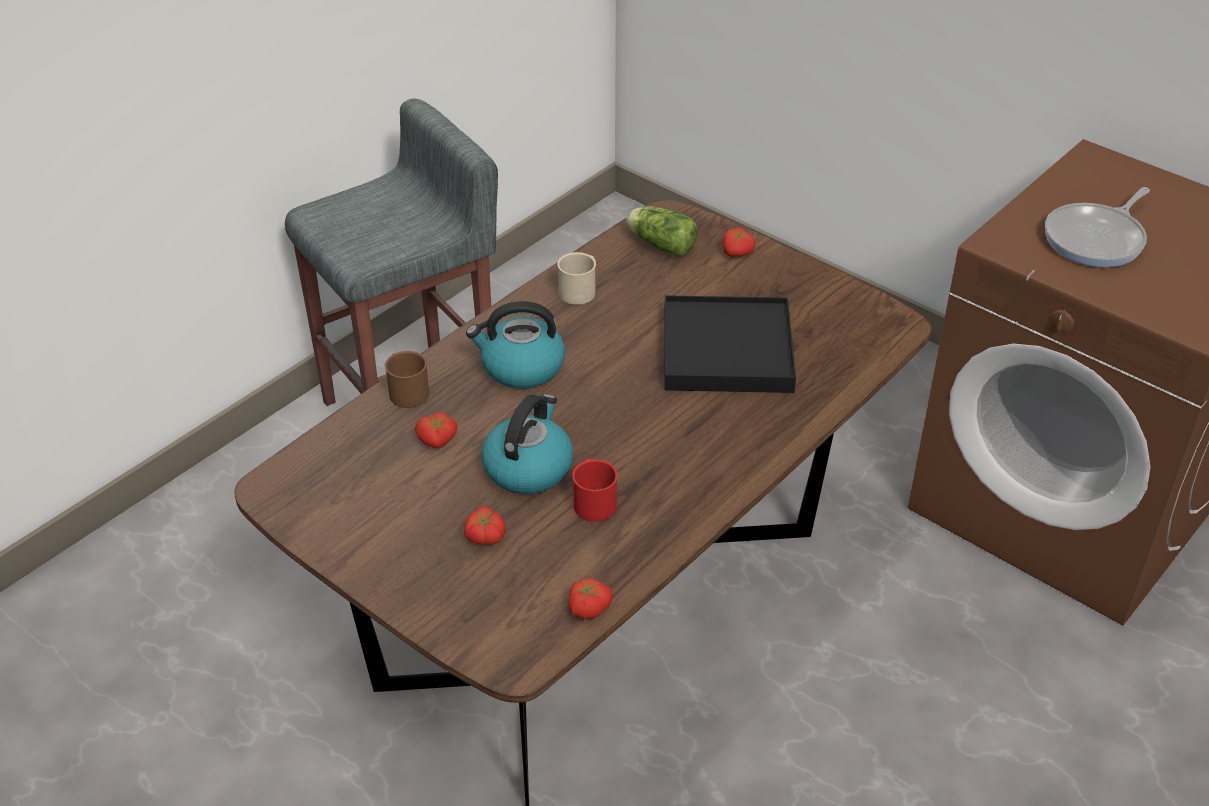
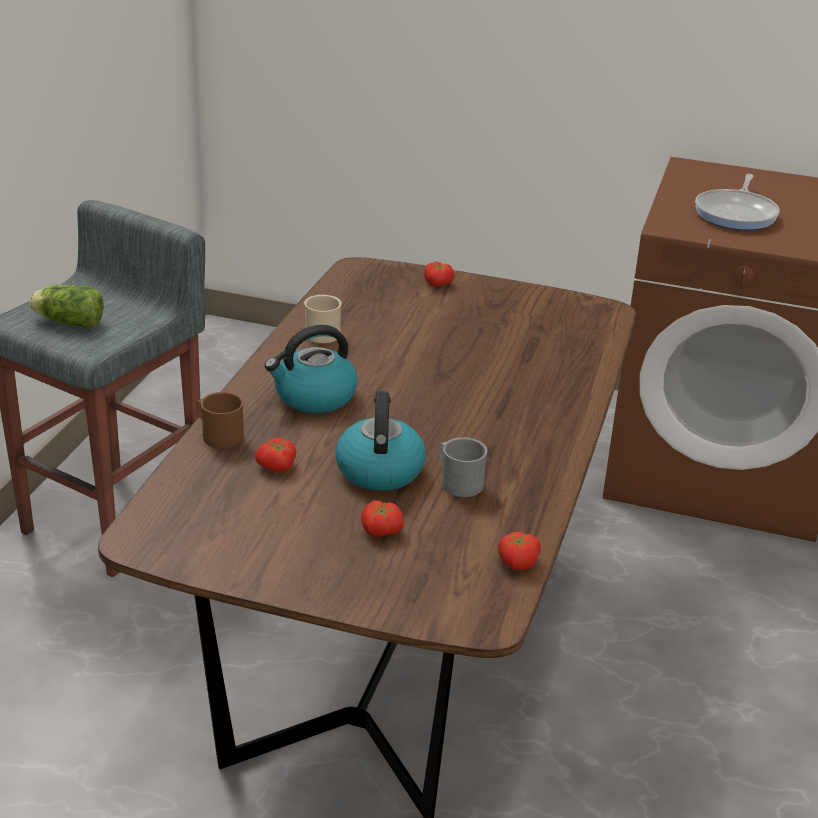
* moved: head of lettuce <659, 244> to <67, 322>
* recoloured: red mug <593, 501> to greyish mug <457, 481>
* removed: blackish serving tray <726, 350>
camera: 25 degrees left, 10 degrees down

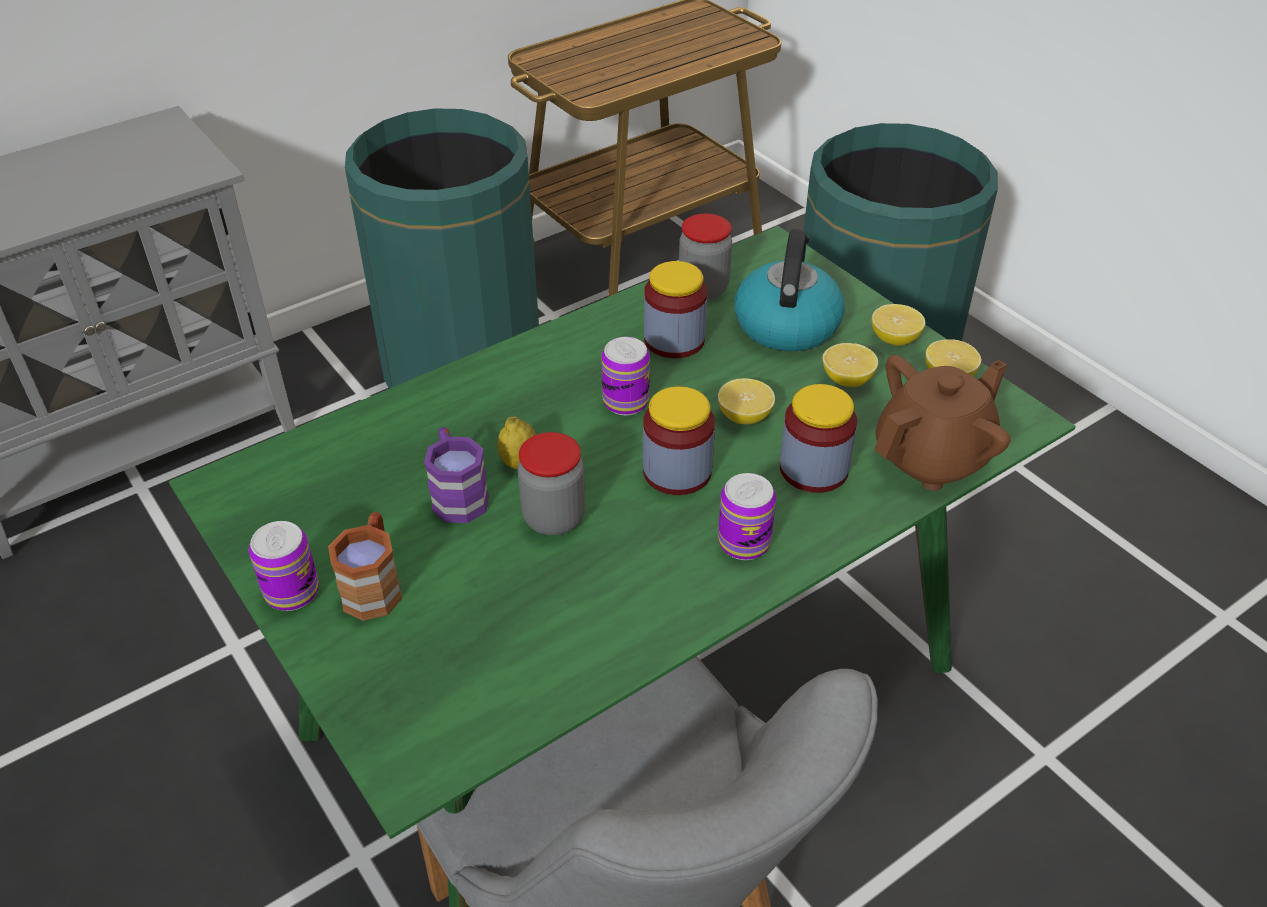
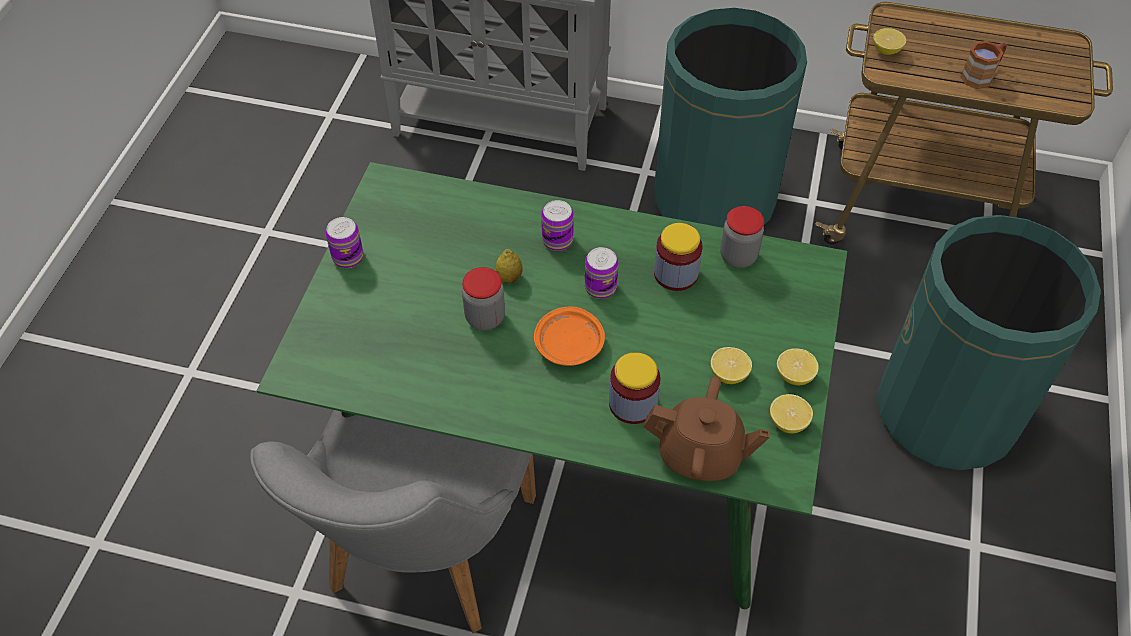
* replaced: storage jar <677, 471> to orangey dinner plate <569, 345>
* moved: sealed can <744, 543> to <557, 240>
* moved: whole lemon <744, 417> to <886, 50>
* moved: brown-coloured mug <374, 585> to <981, 75>
* removed: purplish mug <457, 494>
* removed: kettle <786, 324>
camera: 50 degrees right, 10 degrees up

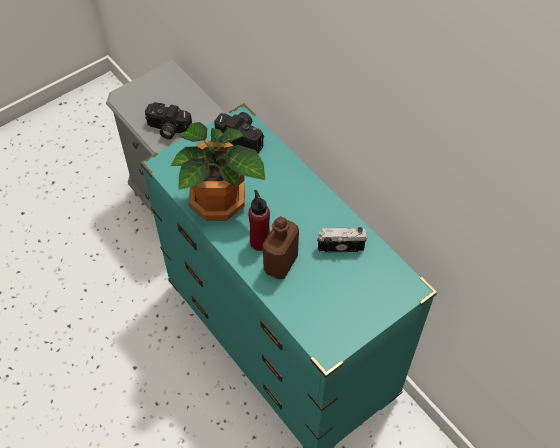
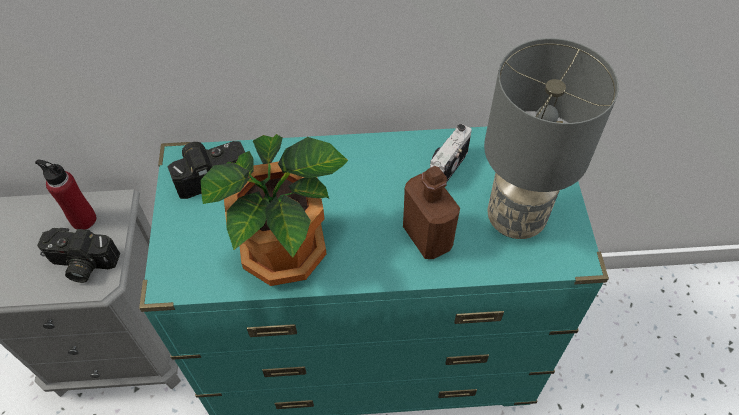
* moved: red beverage bottle <260, 242> to <83, 219>
* turned: photo camera <167, 129> = <81, 264> 45 degrees clockwise
* added: greyish table lamp <517, 218>
camera: 55 degrees left, 0 degrees up

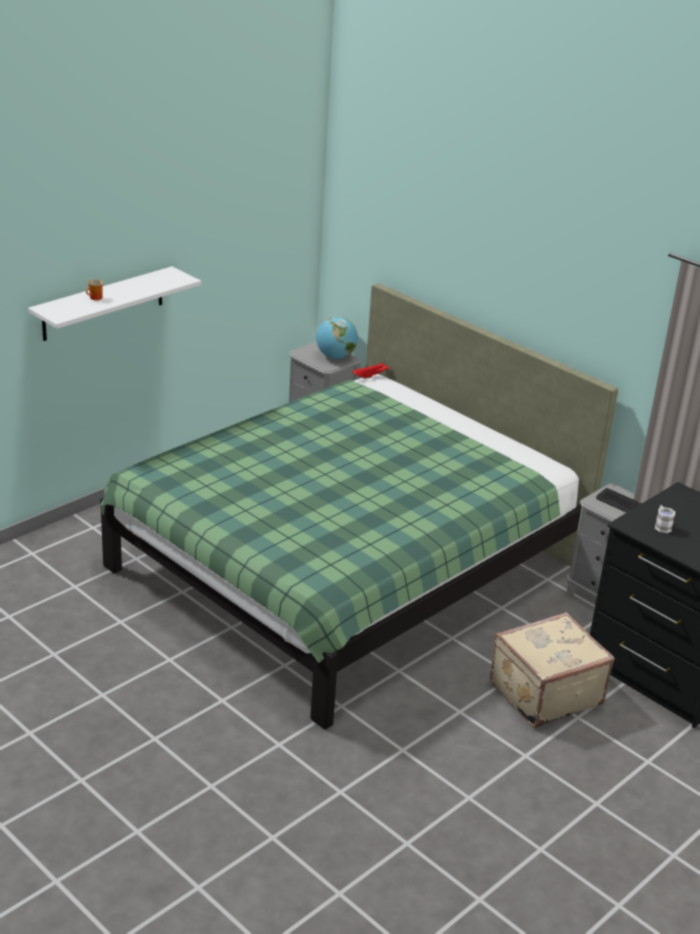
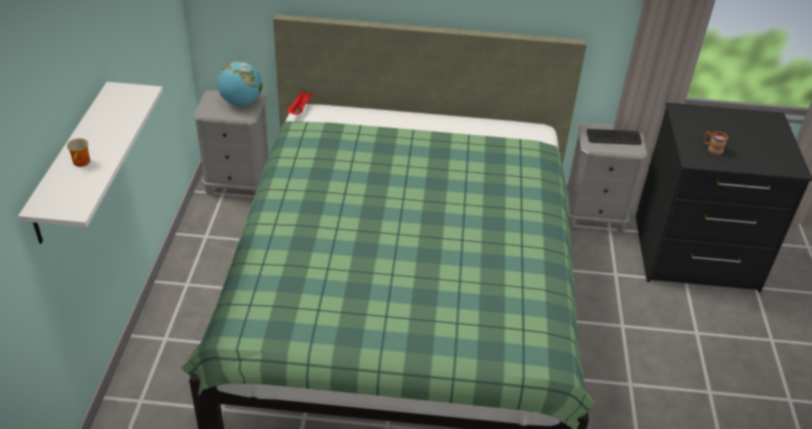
* recoloured: white-coloured mug <661, 526> to brown-coloured mug <712, 148>
* removed: beige-coloured piece of luggage <544, 693>
camera: 40 degrees left, 10 degrees up

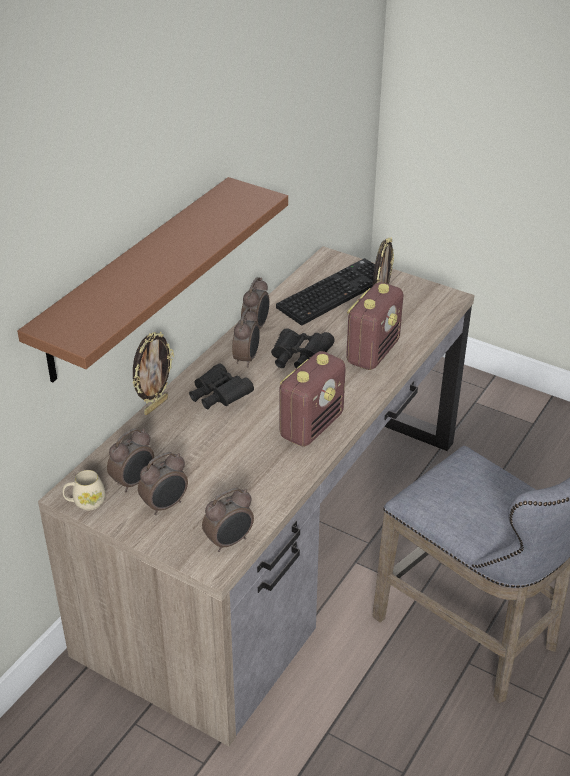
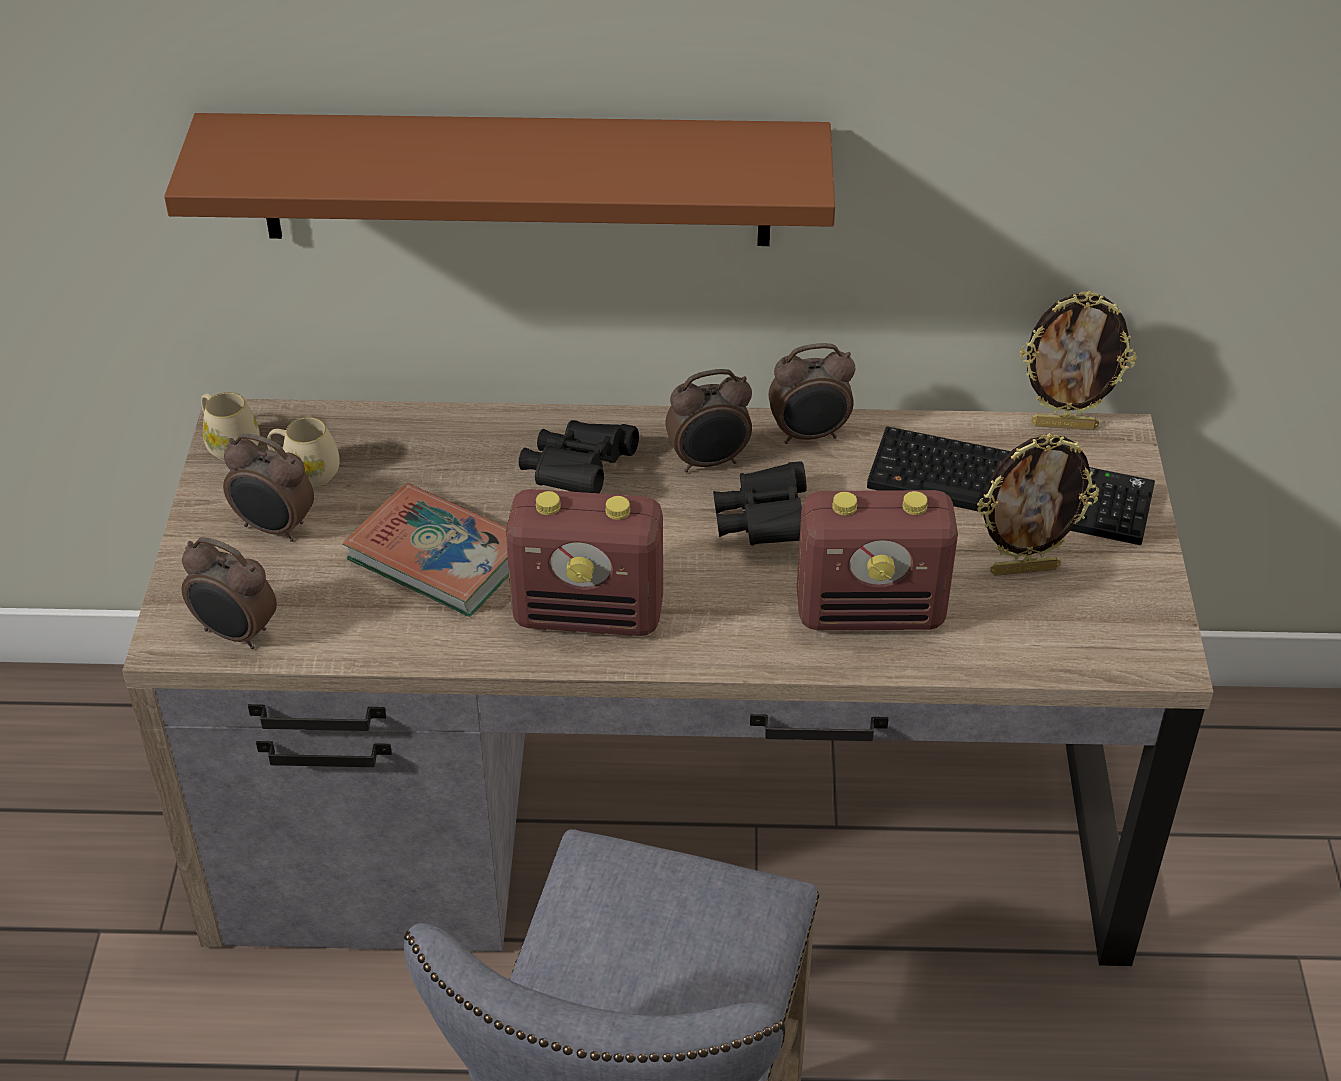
* replaced: bedside clock <134, 482> to beige-coloured mug <306, 472>
* added: bound book <439, 557>
* moved: photo frame <155, 406> to <1064, 425>
camera: 60 degrees right, 5 degrees up

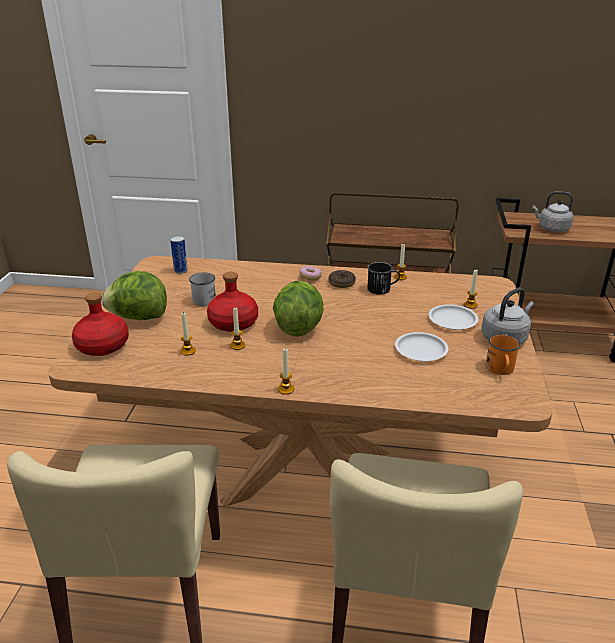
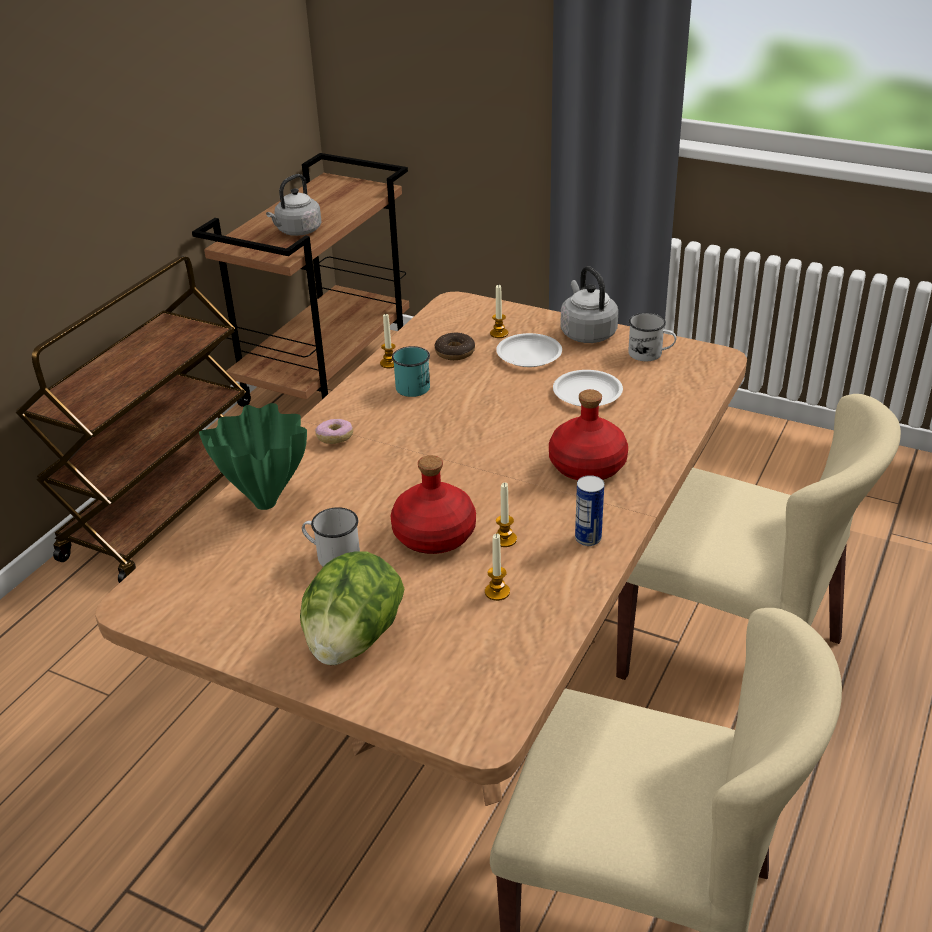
* added: green decorative vase <267, 503>
* recoloured: blackish mug <382, 289> to turquoise mug <415, 385>
* moved: ring doughnut <341, 283> to <455, 352>
* moved: red beverage bottle <102, 346> to <586, 466>
* moved: sealed can <181, 271> to <588, 538>
* recoloured: orangey mug <500, 370> to white-coloured mug <650, 354>
* removed: head of lettuce <298, 327>
* removed: candle <286, 389>
camera: 70 degrees left, 5 degrees up

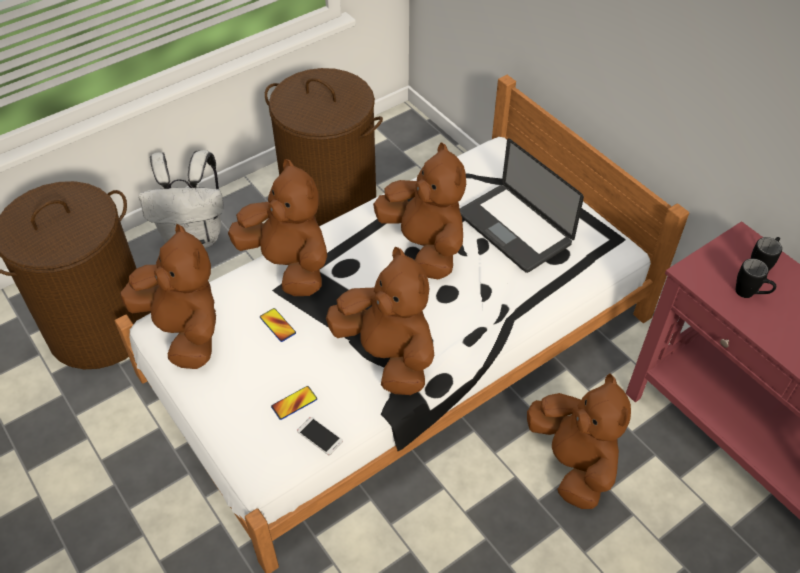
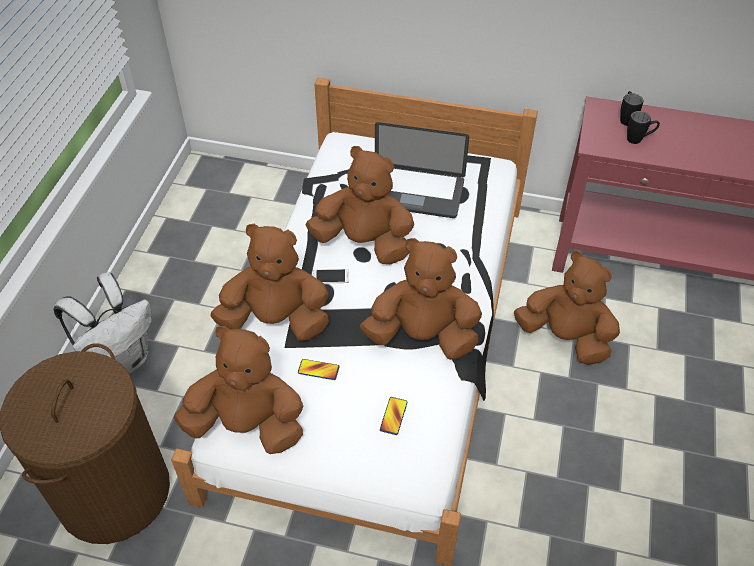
* moved: phone <319, 436> to <330, 276>
* removed: brown-coloured washing basket <331, 208>
camera: 40 degrees left, 0 degrees up

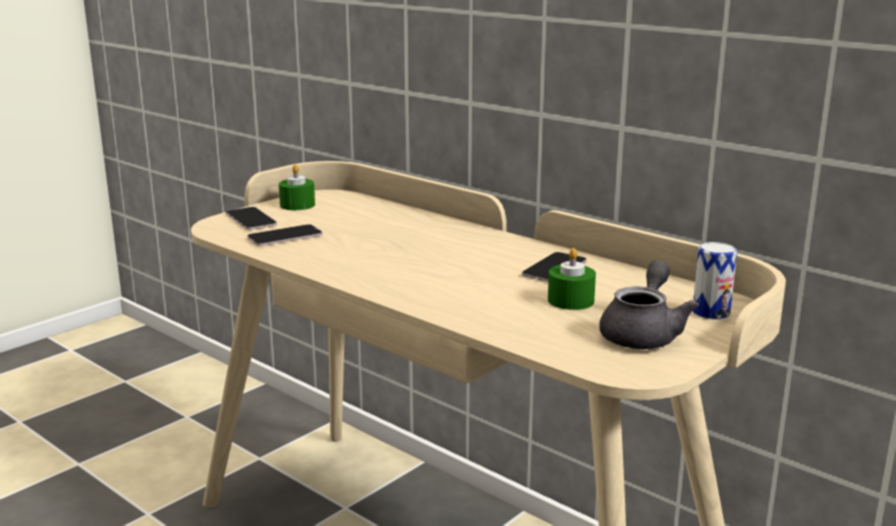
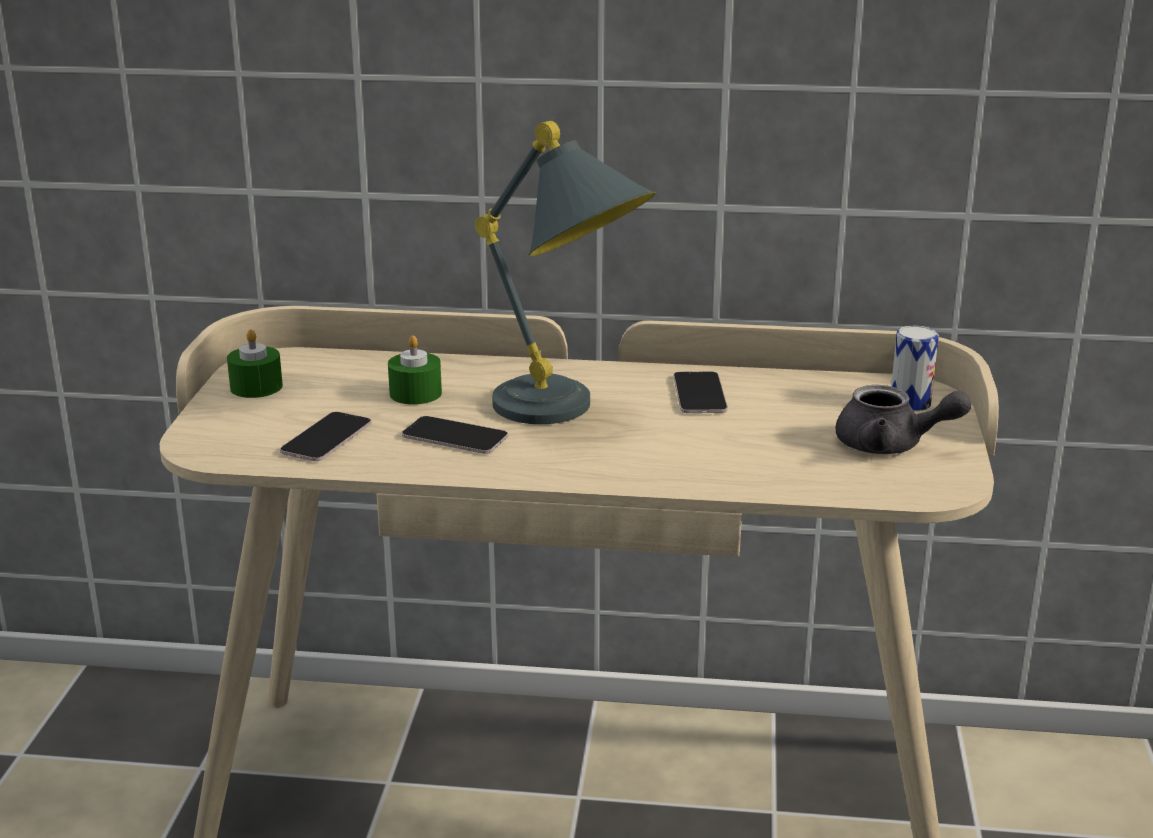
* moved: green candle <570, 300> to <415, 393>
* moved: phone <251, 219> to <455, 437>
* added: greyish table lamp <569, 414>
* turned: greyish teapot <643, 333> = <891, 445> 120 degrees clockwise
camera: 35 degrees left, 5 degrees up

